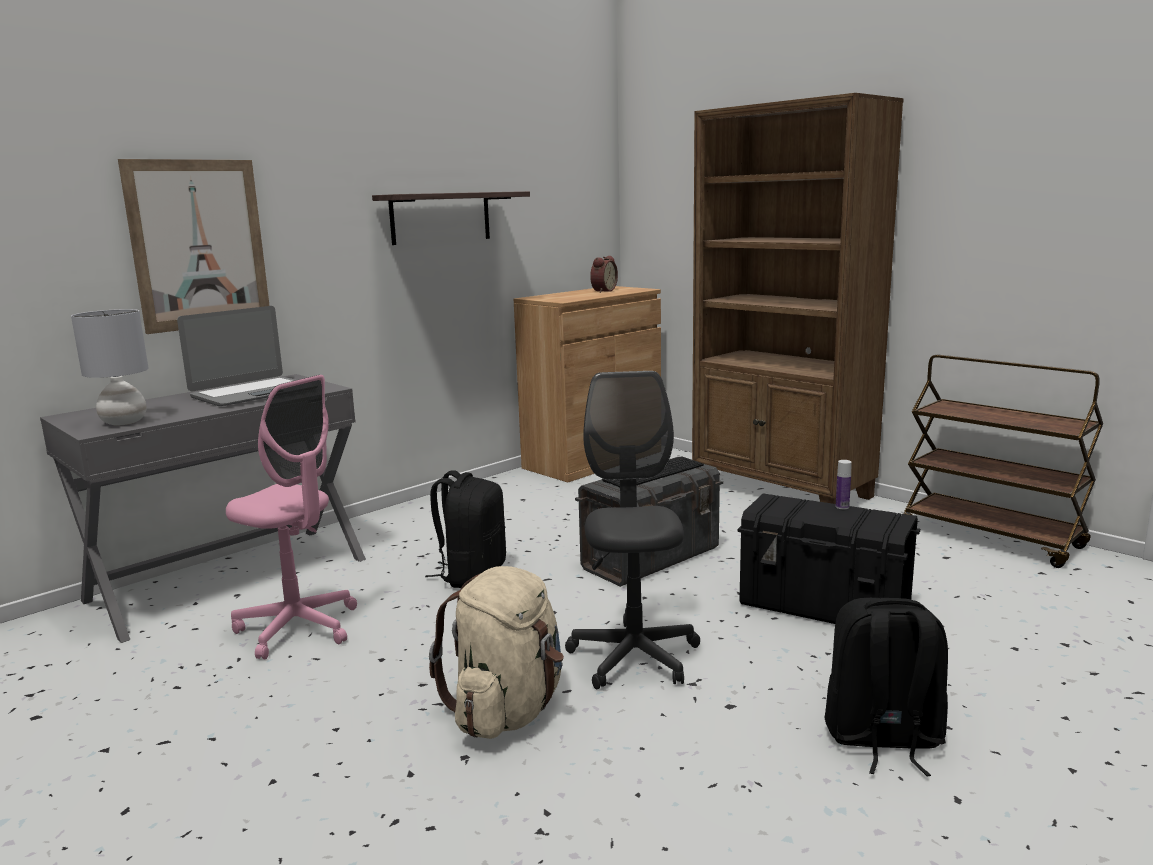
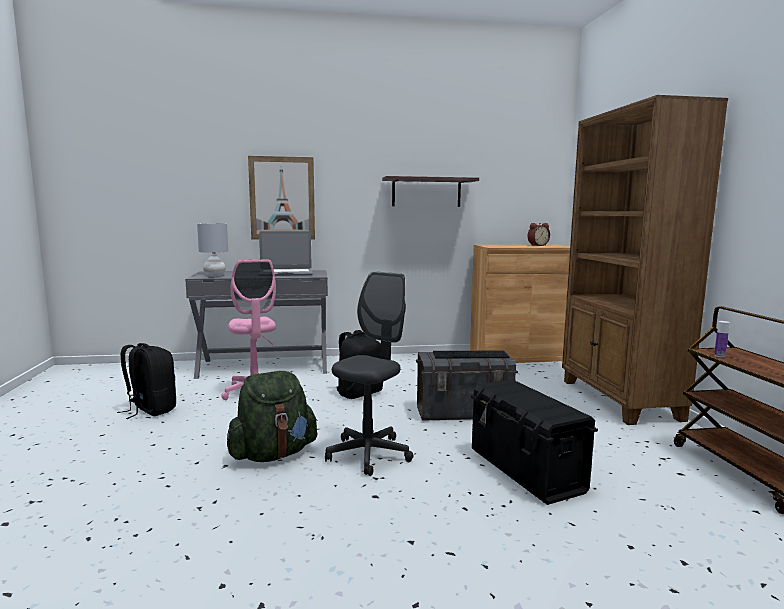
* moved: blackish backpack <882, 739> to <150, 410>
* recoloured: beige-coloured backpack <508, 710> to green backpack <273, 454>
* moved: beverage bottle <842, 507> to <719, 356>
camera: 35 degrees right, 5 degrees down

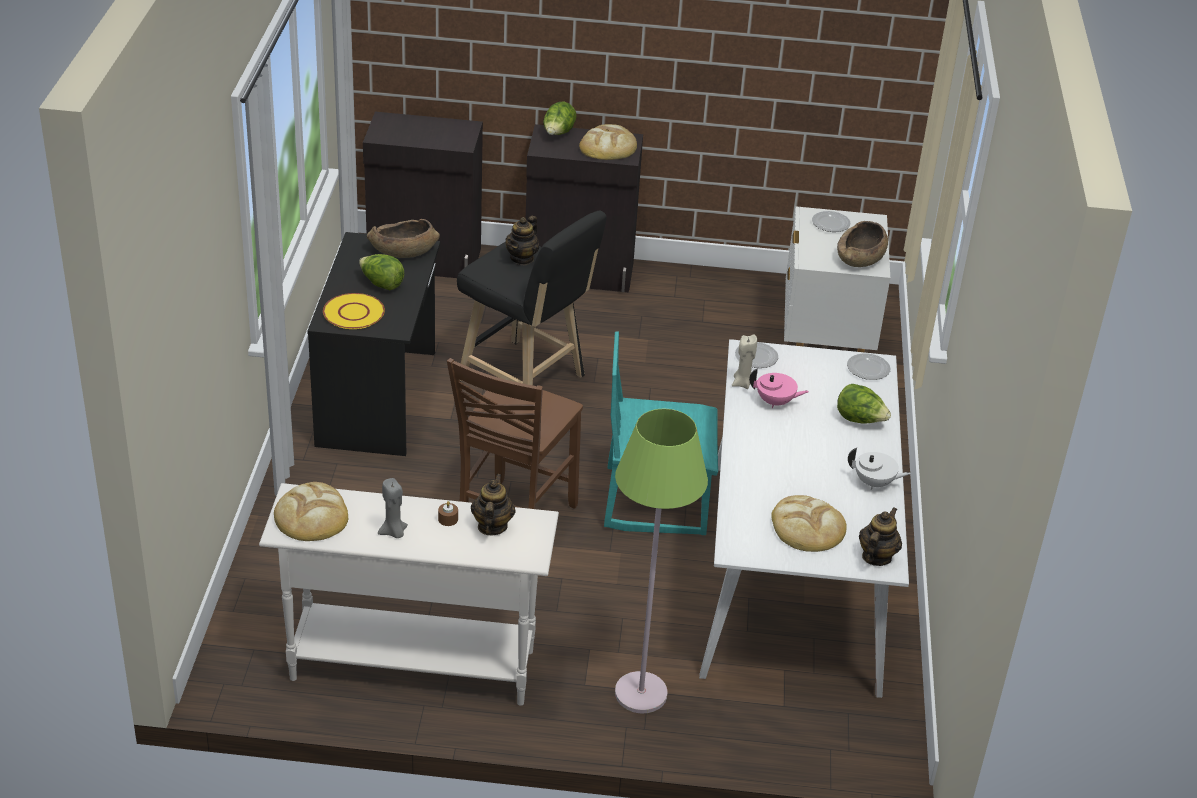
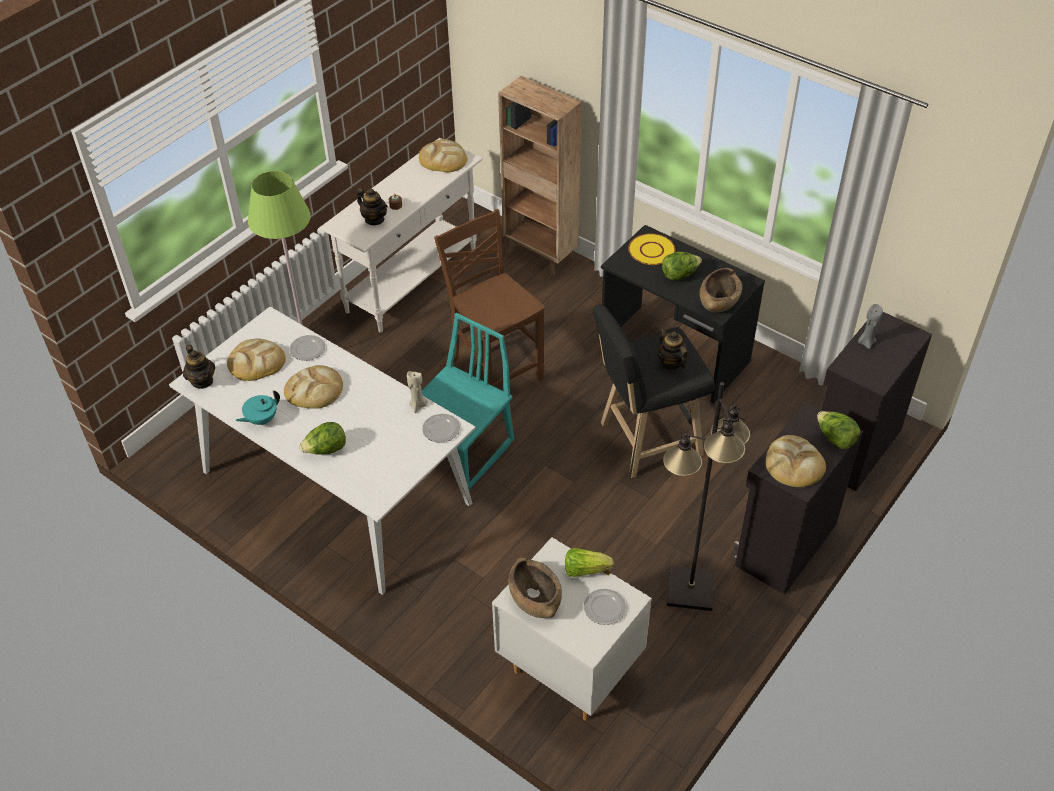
* recoloured: white-coloured teapot <874, 483> to turquoise teapot <261, 419>
* added: baked bread <314, 390>
* moved: dinner plate <868, 369> to <307, 349>
* added: brown-coloured bookcase <540, 255>
* added: head of lettuce <585, 569>
* added: blackish floor lamp <689, 589>
* moved: greyish candle <393, 532> to <866, 342>
* removed: pink teapot <775, 402>
camera: 125 degrees right, 10 degrees up

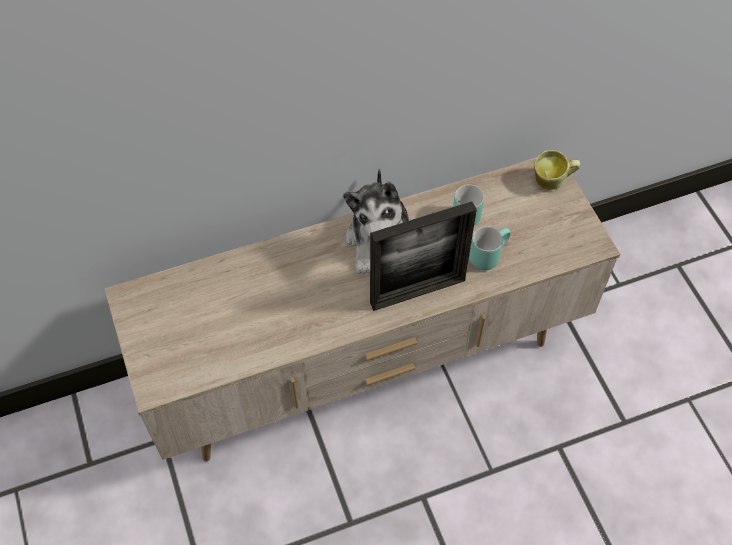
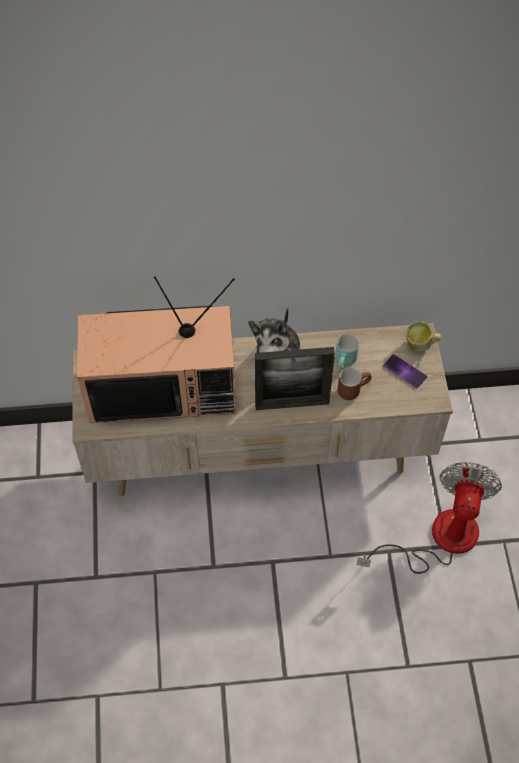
* added: television <164, 386>
* recoloured: turquoise mug <487, 254> to brown-coloured mug <352, 388>
* added: fan <438, 539>
* added: phone <404, 371>
camera: 15 degrees right, 0 degrees up

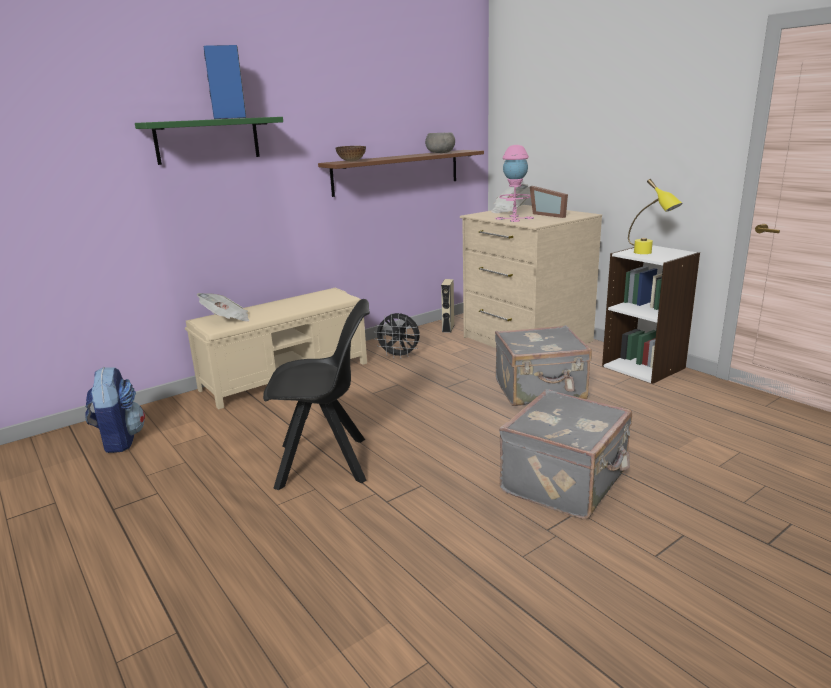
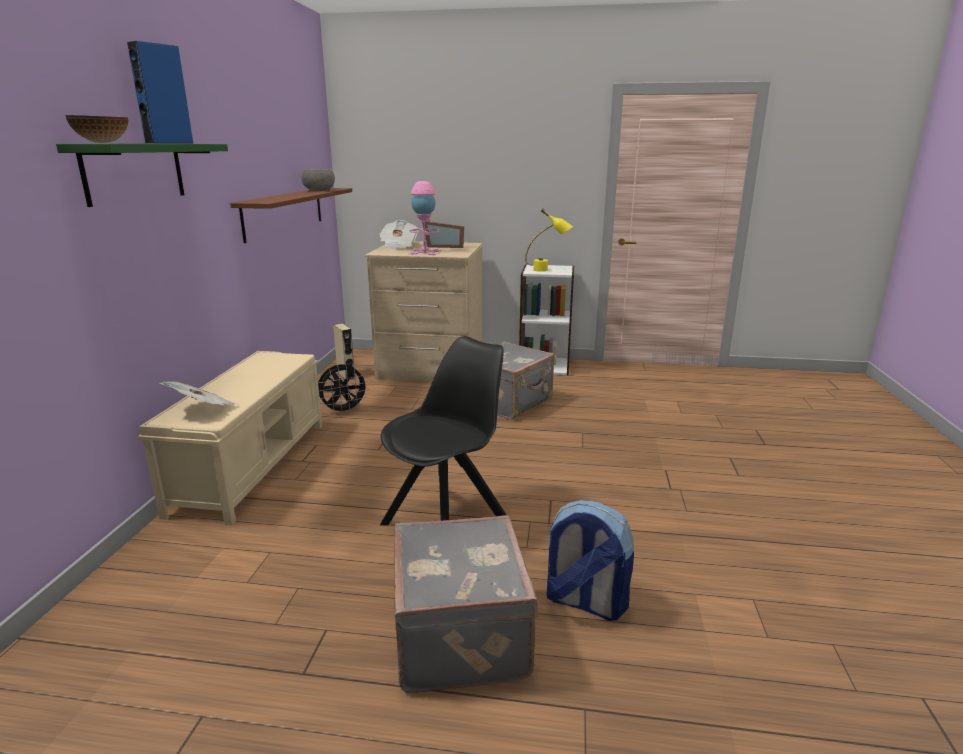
* moved: serving bowl <351, 161> to <102, 143>
* moved: greyish piece of luggage <566, 482> to <463, 634>
* moved: backpack <119, 440> to <584, 602>
camera: 45 degrees left, 0 degrees up

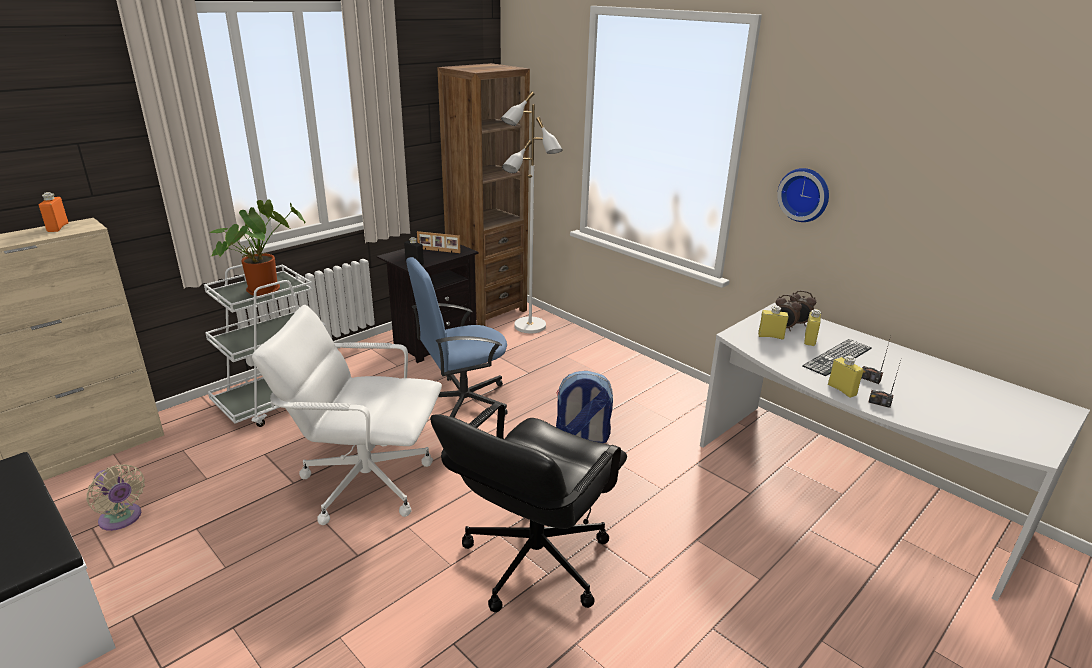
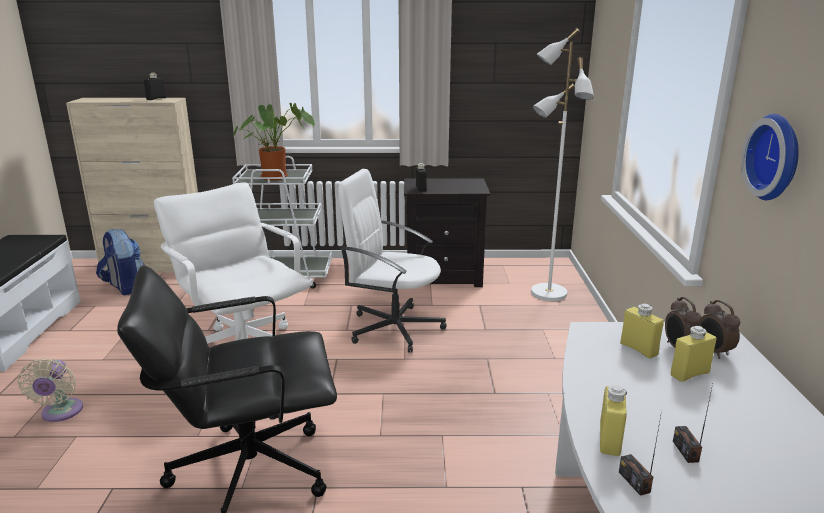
* moved: beige-coloured fan <122, 519> to <60, 413>
* moved: backpack <582, 437> to <124, 287>
* recoloured: orangey beverage bottle <58, 227> to blackish beverage bottle <156, 99>
* recoloured: bluish desk chair <462, 402> to white-coloured desk chair <394, 328>
* removed: photo frame <438, 251>
* removed: brown-coloured bookcase <487, 311>
* removed: keyboard <837, 357>
camera: 45 degrees right, 5 degrees down

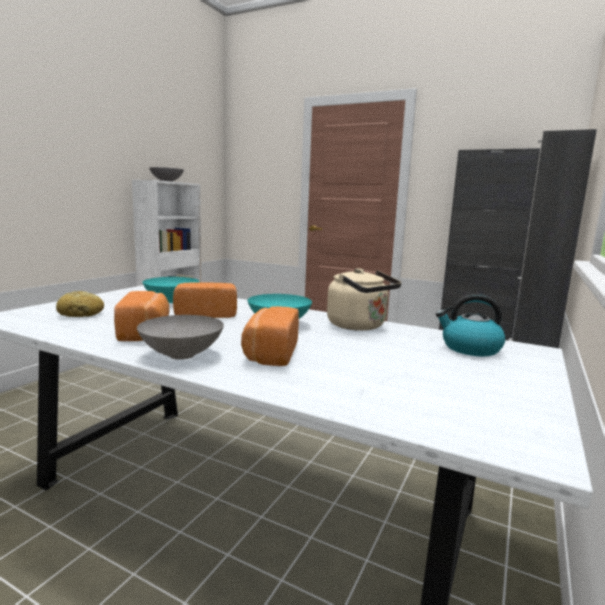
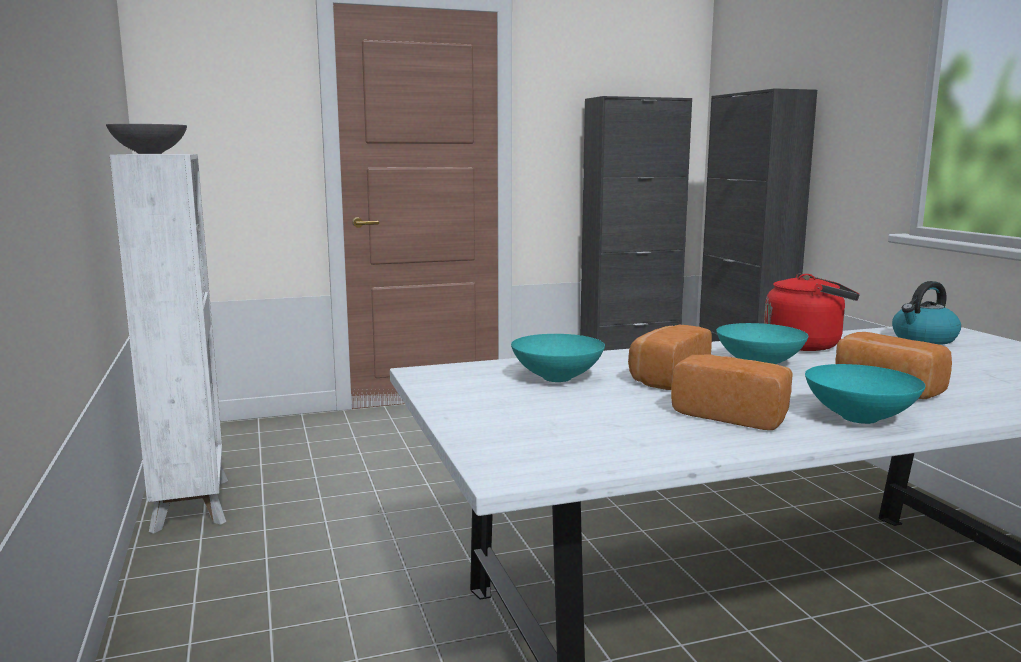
* recoloured: beige-coloured kettle <359, 326> to red kettle <806, 345>
* recoloured: greyish serving bowl <181, 355> to turquoise serving bowl <860, 418>
* removed: baked bread <81, 314>
camera: 45 degrees left, 0 degrees up

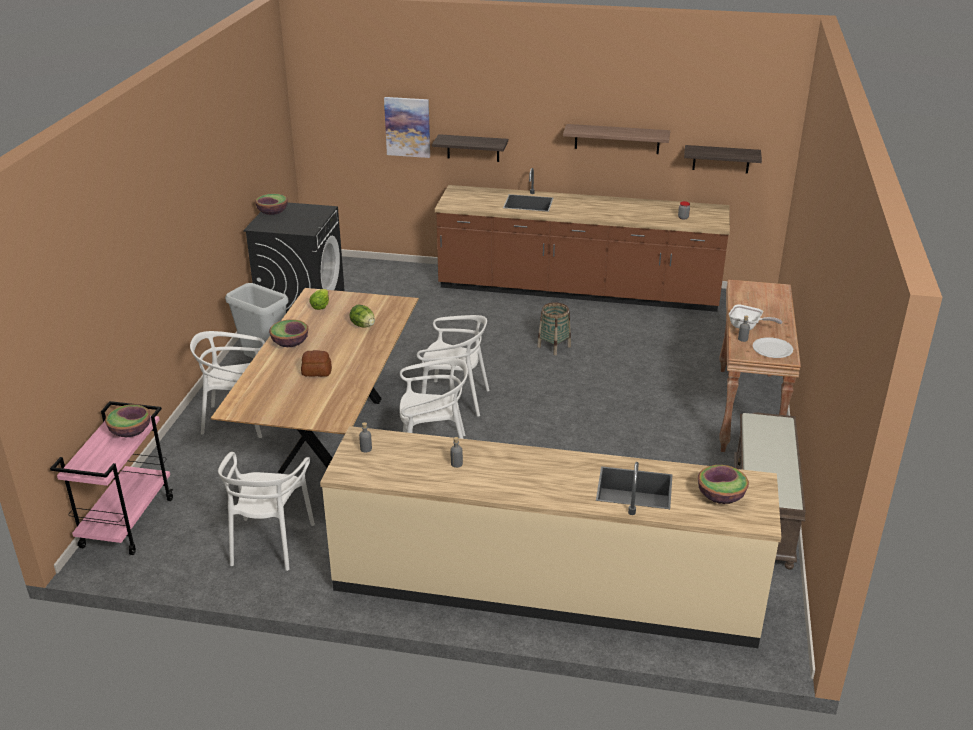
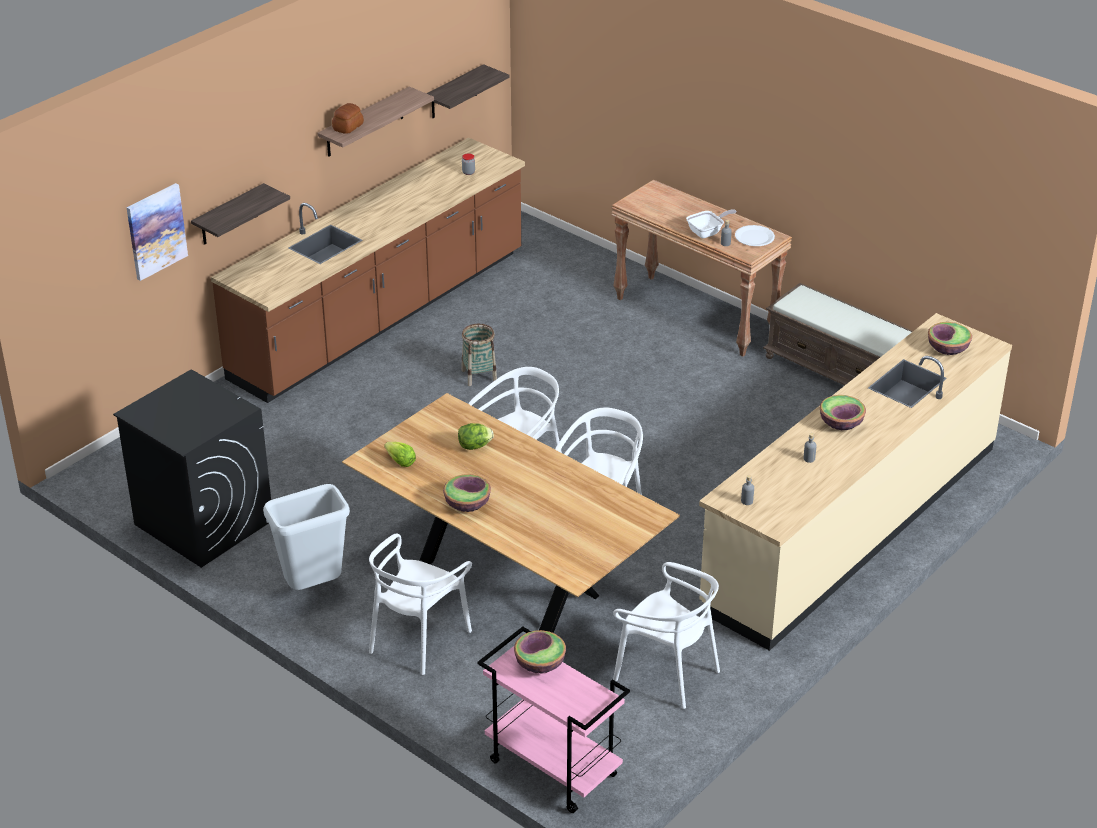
* moved: baked bread <316, 372> to <347, 127>
* moved: serving bowl <272, 212> to <840, 424>
camera: 60 degrees left, 5 degrees up

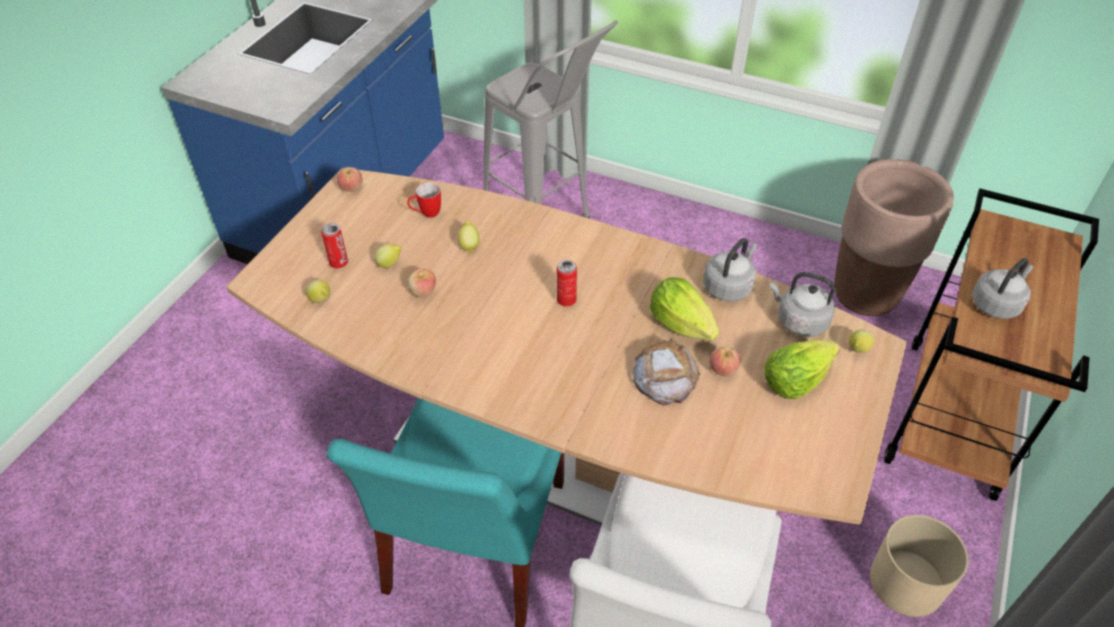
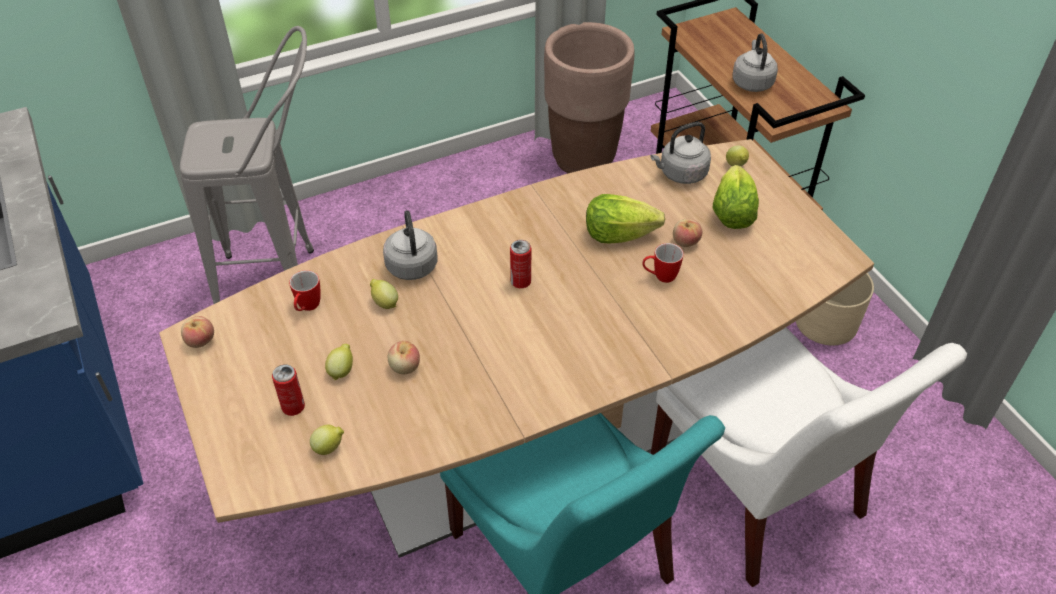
* moved: greyish kettle <728, 286> to <411, 264>
* replaced: baked bread <664, 376> to mug <660, 277>
camera: 50 degrees left, 0 degrees up

